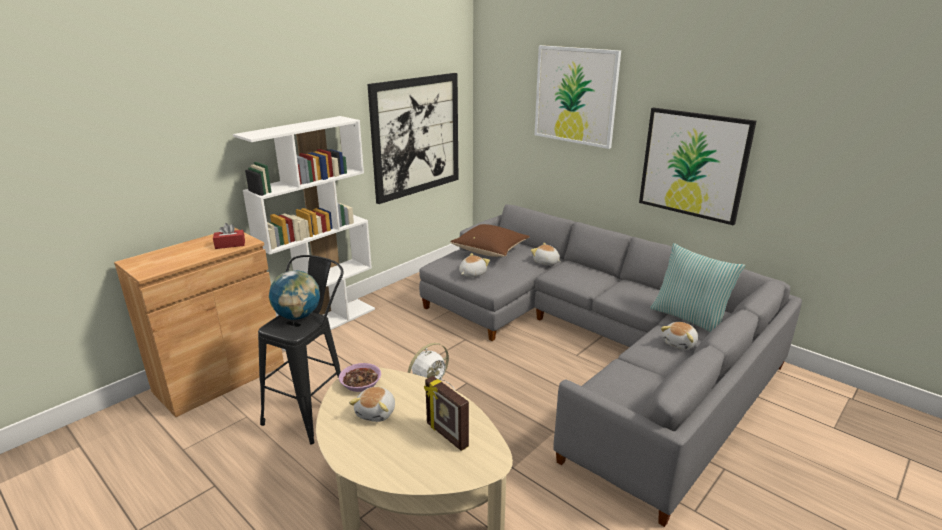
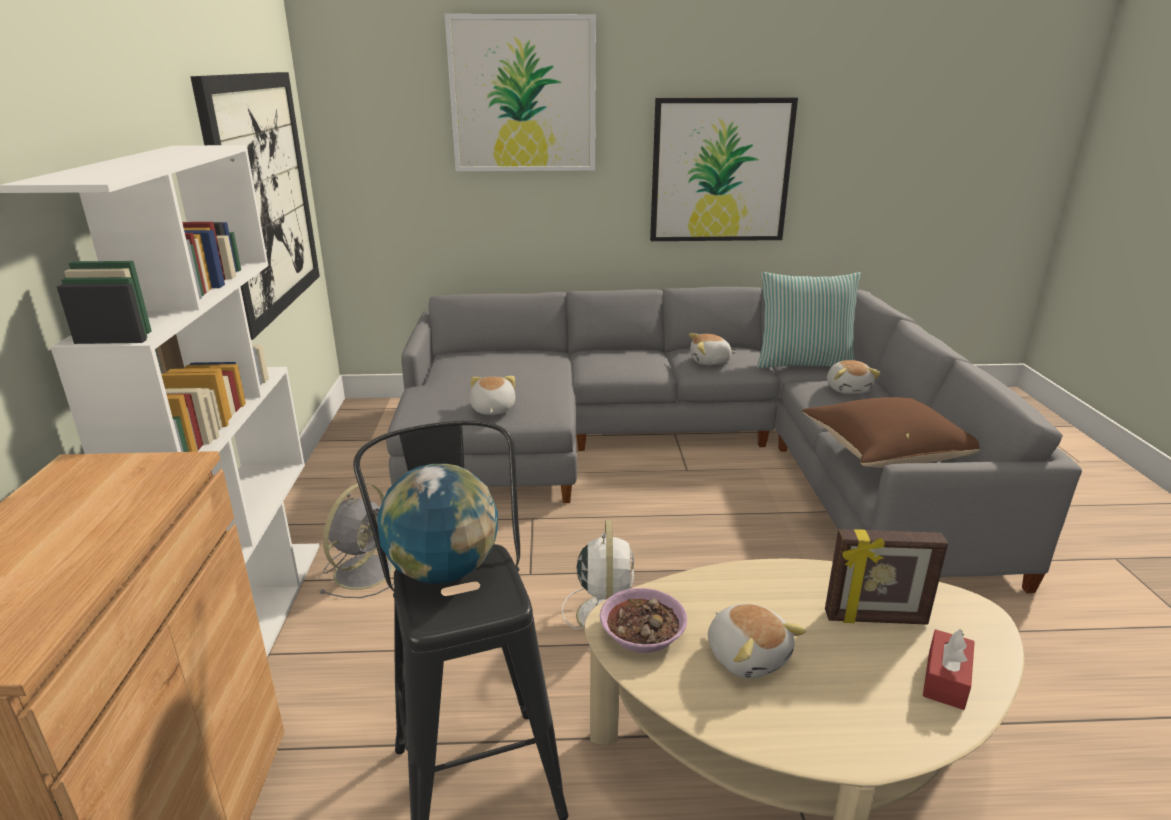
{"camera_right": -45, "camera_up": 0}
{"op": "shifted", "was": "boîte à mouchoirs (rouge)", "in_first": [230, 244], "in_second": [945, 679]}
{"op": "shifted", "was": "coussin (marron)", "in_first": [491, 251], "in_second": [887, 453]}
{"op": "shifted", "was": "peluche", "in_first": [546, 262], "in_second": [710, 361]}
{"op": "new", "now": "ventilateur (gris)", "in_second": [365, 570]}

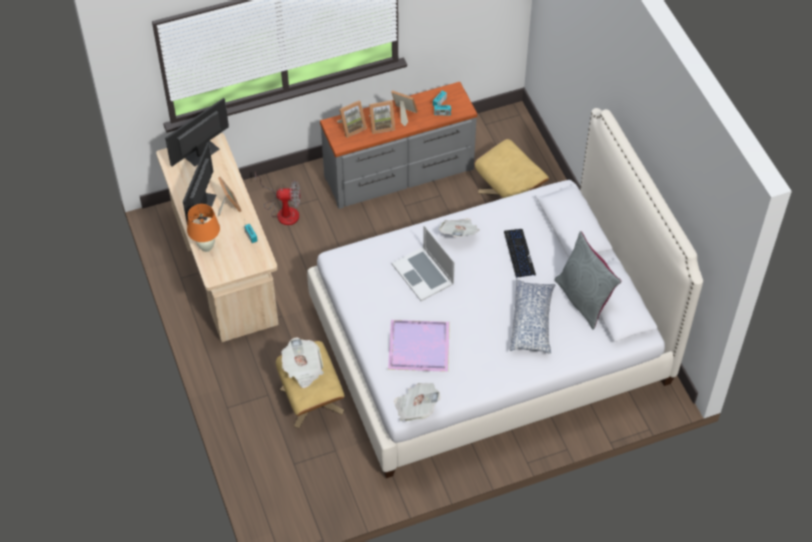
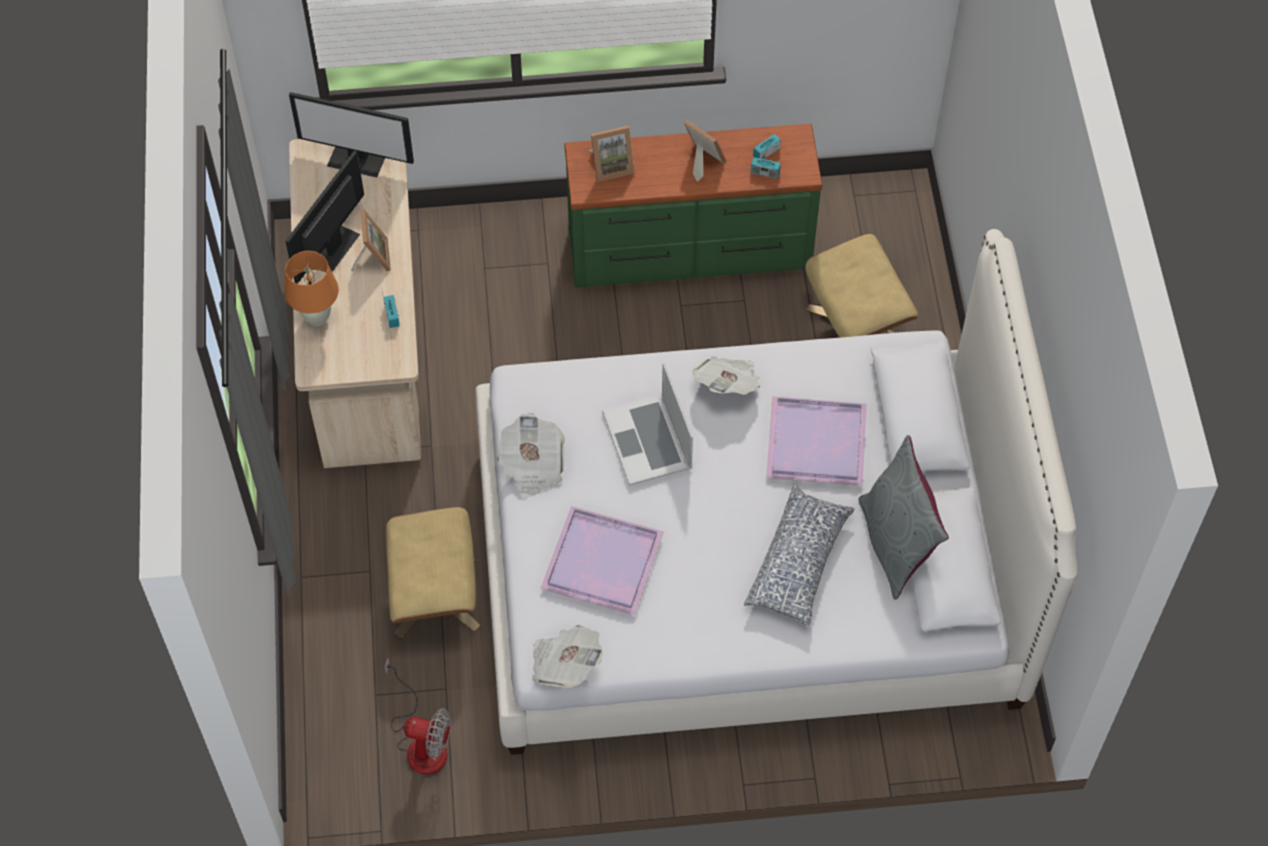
{"camera_right": 15, "camera_up": 5}
{"op": "repainted", "was": "commode (gris)", "now": "commode (vert)", "in_first": [399, 174], "in_second": [690, 250]}
{"op": "rotated", "was": "écran d'ordinateur", "in_first": [201, 153], "in_second": [358, 158], "clockwise": -135}
{"op": "gone", "was": "cadre photo", "in_first": [381, 125]}
{"op": "shifted", "was": "ventilateur", "in_first": [283, 211], "in_second": [421, 742]}
{"op": "swapped", "was": "clavier", "now": "plateau (violet)", "in_first": [519, 254], "in_second": [814, 441]}
{"op": "shifted", "was": "journal", "in_first": [303, 369], "in_second": [532, 466]}

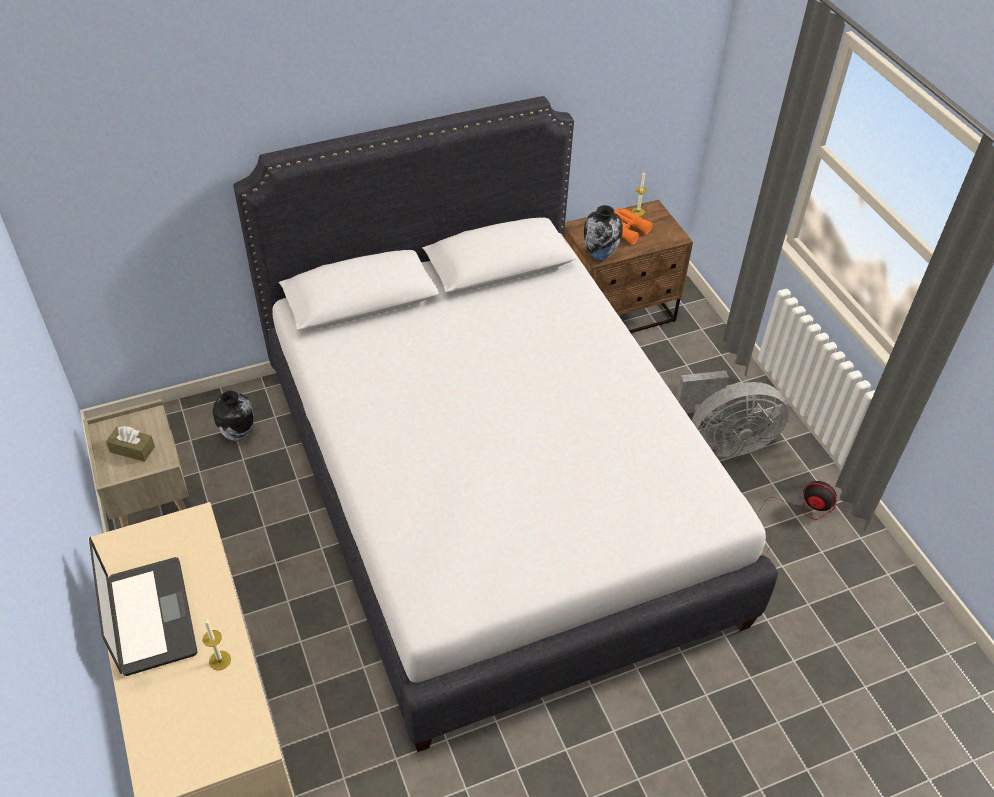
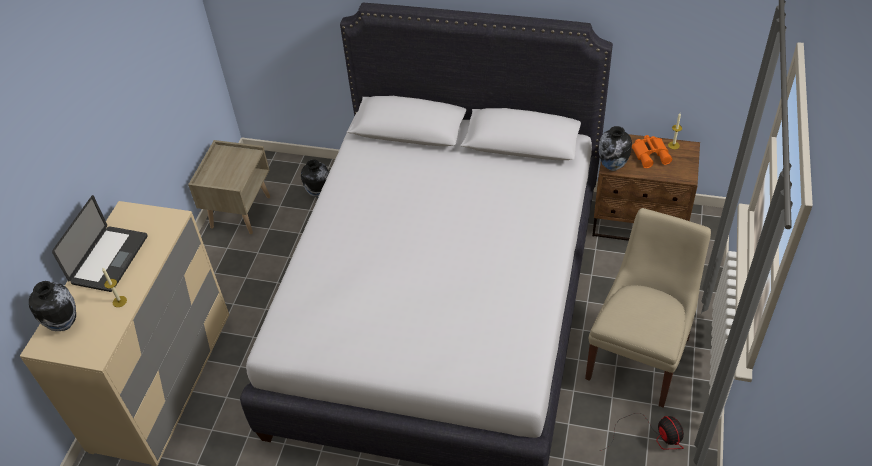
{"camera_right": 40, "camera_up": 0}
{"op": "swapped", "was": "ventilateur (gris)", "now": "chaise (beige)", "in_first": [723, 442], "in_second": [639, 355]}
{"op": "gone", "was": "boîte à mouchoirs (marron)", "in_first": [132, 449]}
{"op": "new", "now": "vase", "in_second": [64, 324]}

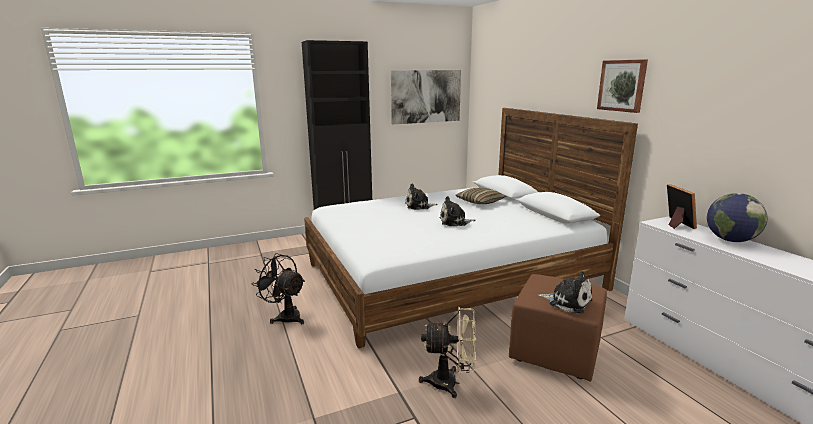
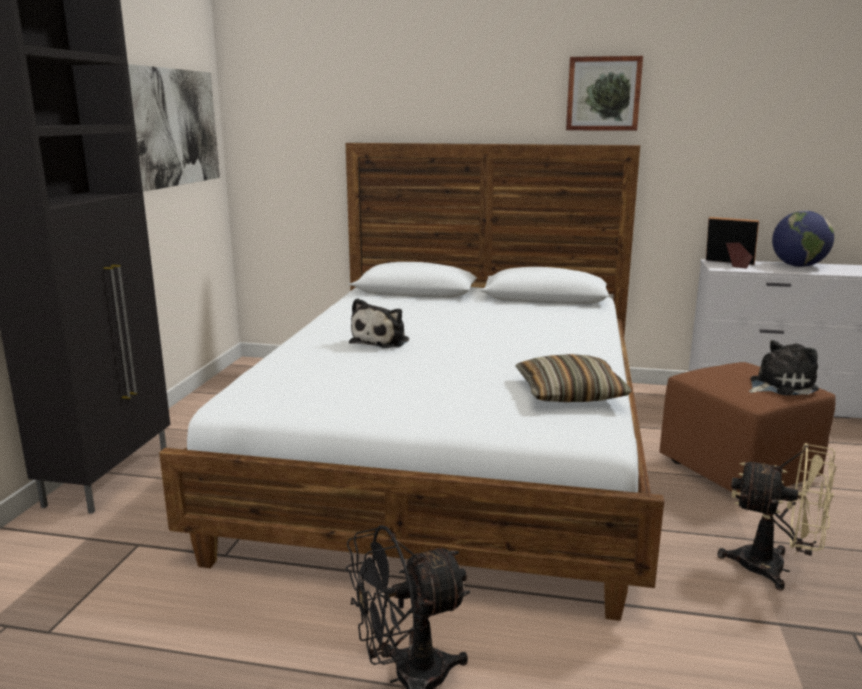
{"camera_right": -55, "camera_up": 0}
{"op": "shifted", "was": "coussin", "in_first": [480, 202], "in_second": [569, 393]}
{"op": "gone", "was": "peluche", "in_first": [455, 222]}
{"op": "rotated", "was": "ventilateur (beige)", "in_first": [451, 383], "in_second": [774, 569], "clockwise": 75}

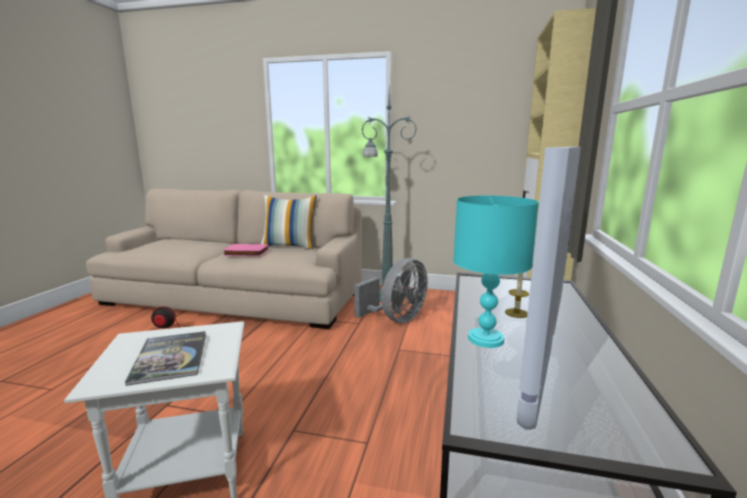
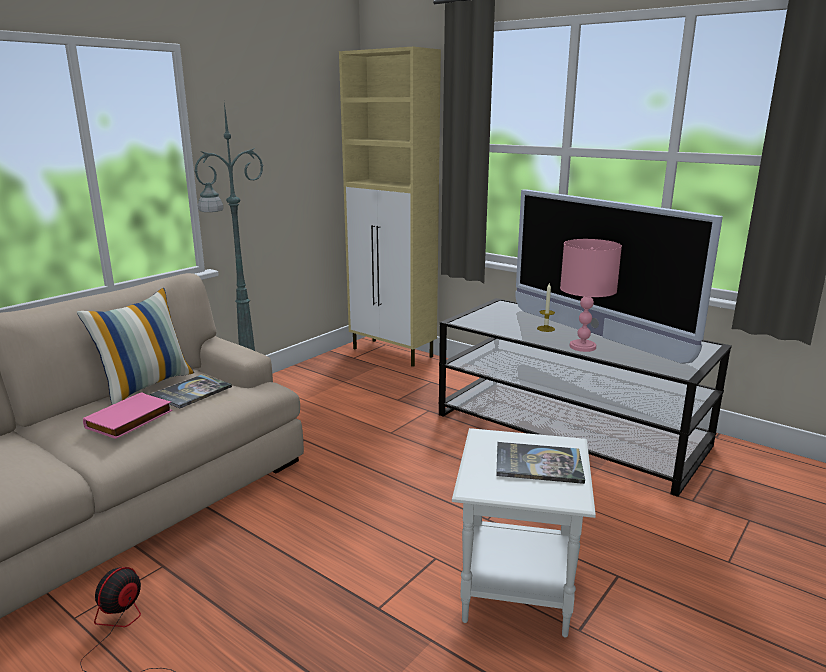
{"camera_right": -65, "camera_up": 5}
{"op": "repainted", "was": "lampe de table (turquoise)", "now": "lampe de table (rose)", "in_first": [485, 339], "in_second": [583, 347]}
{"op": "gone", "was": "ventilateur (gris)", "in_first": [396, 319]}
{"op": "new", "now": "livre", "in_second": [191, 392]}

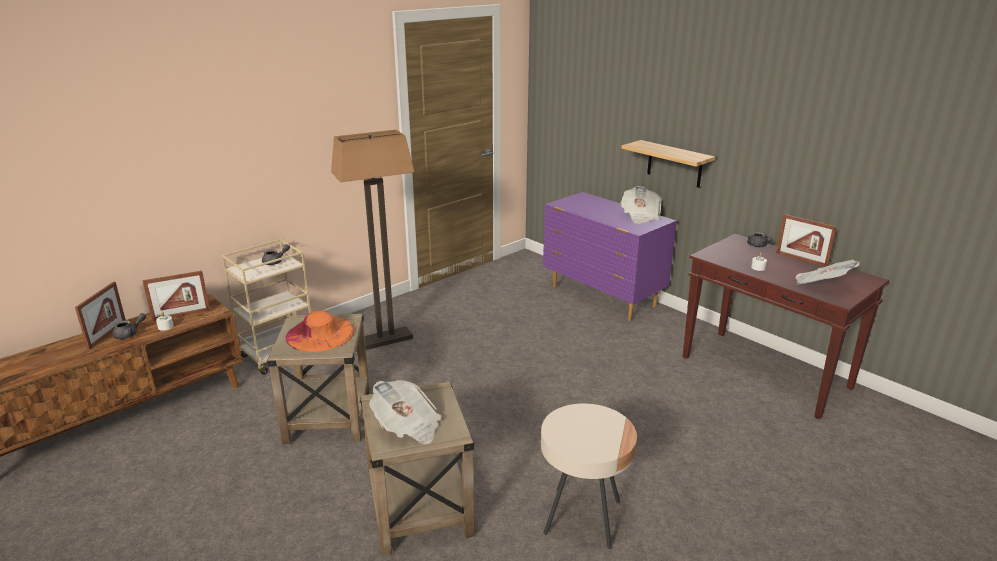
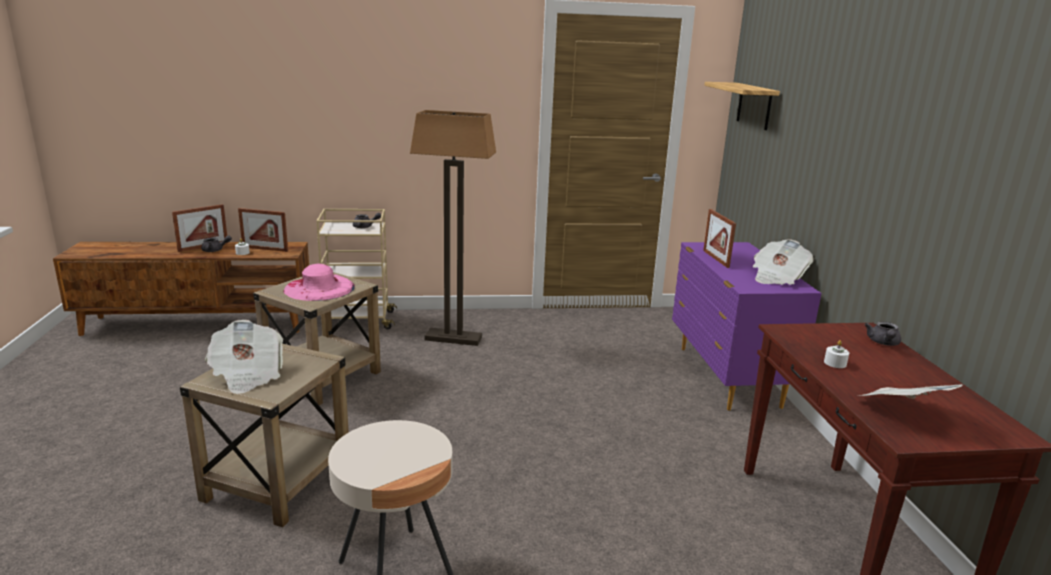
{"camera_right": 35, "camera_up": -5}
{"op": "shifted", "was": "étagère", "in_first": [674, 164], "in_second": [754, 106]}
{"op": "shifted", "was": "cadre photo", "in_first": [801, 259], "in_second": [715, 259]}
{"op": "repainted", "was": "chapeau (orange)", "now": "chapeau (rose)", "in_first": [320, 334], "in_second": [319, 288]}

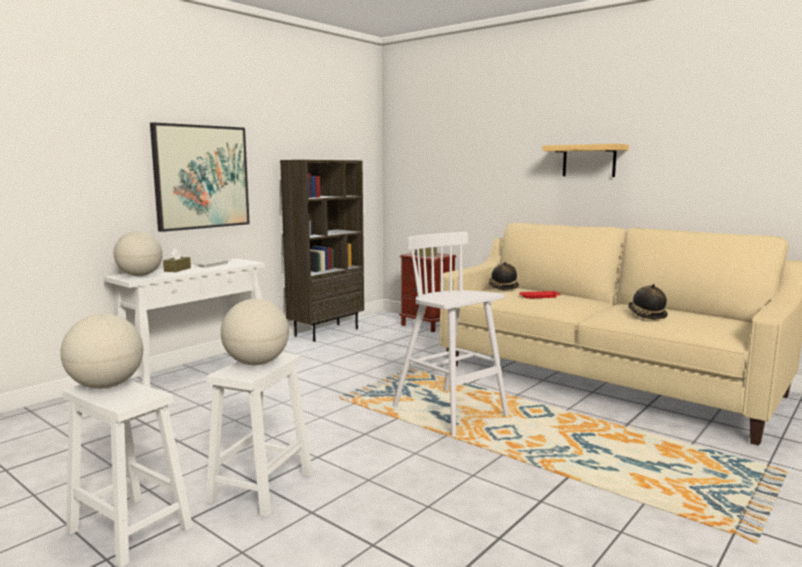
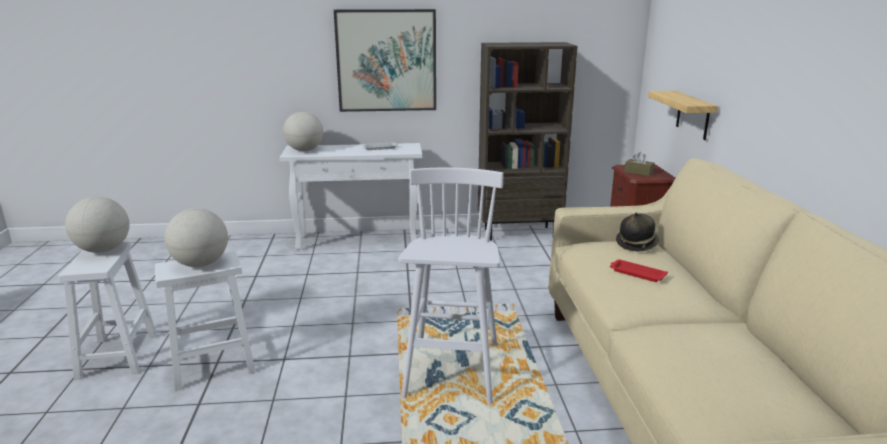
{"camera_right": 45, "camera_up": 10}
{"op": "shifted", "was": "étagère", "in_first": [589, 161], "in_second": [693, 115]}
{"op": "gone", "was": "boîte à mouchoirs (marron)", "in_first": [177, 269]}
{"op": "gone", "was": "chapeau", "in_first": [646, 315]}

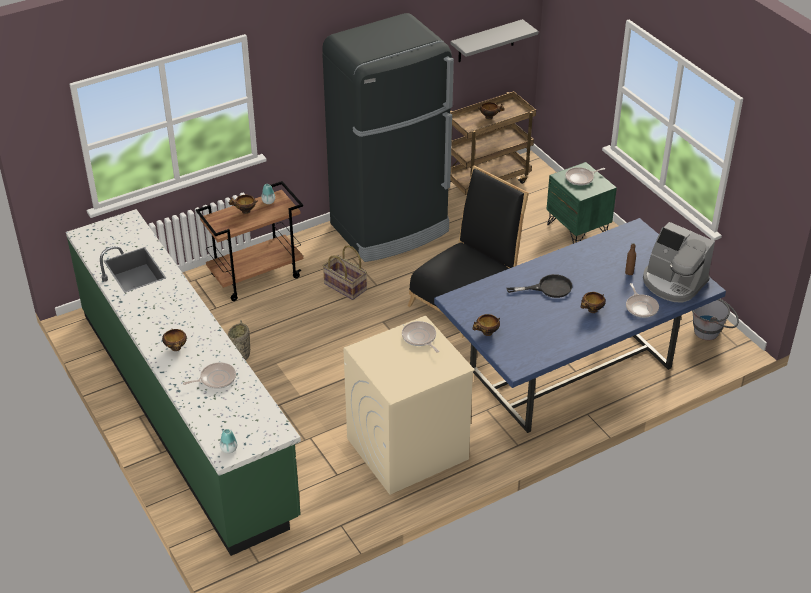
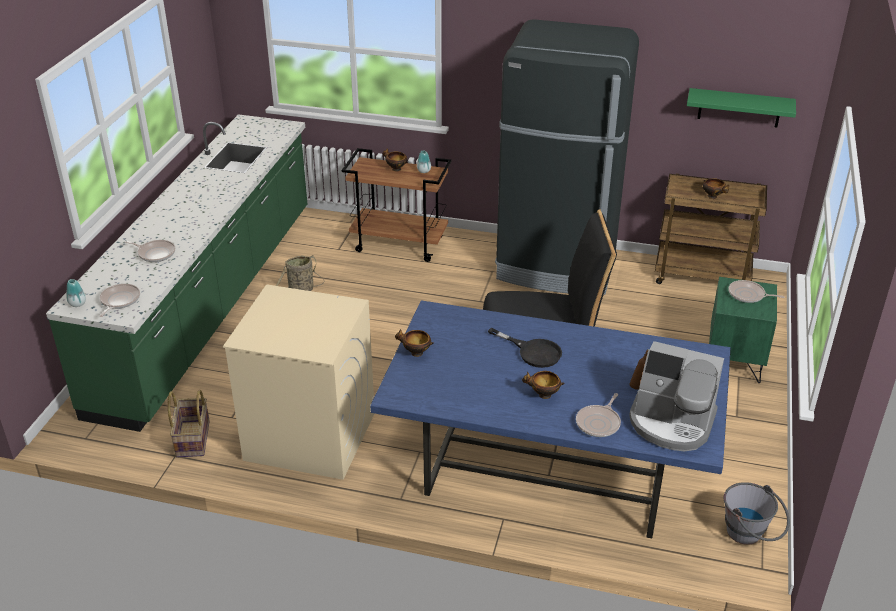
{"camera_right": 45, "camera_up": -5}
{"op": "repainted", "was": "étagère (gris)", "now": "étagère (vert)", "in_first": [486, 41], "in_second": [739, 108]}
{"op": "rotated", "was": "machine à café", "in_first": [673, 282], "in_second": [671, 423], "clockwise": -60}
{"op": "shifted", "was": "panier", "in_first": [344, 287], "in_second": [192, 439]}
{"op": "shifted", "was": "poêle", "in_first": [420, 338], "in_second": [119, 301]}
{"op": "gone", "was": "bol", "in_first": [176, 348]}

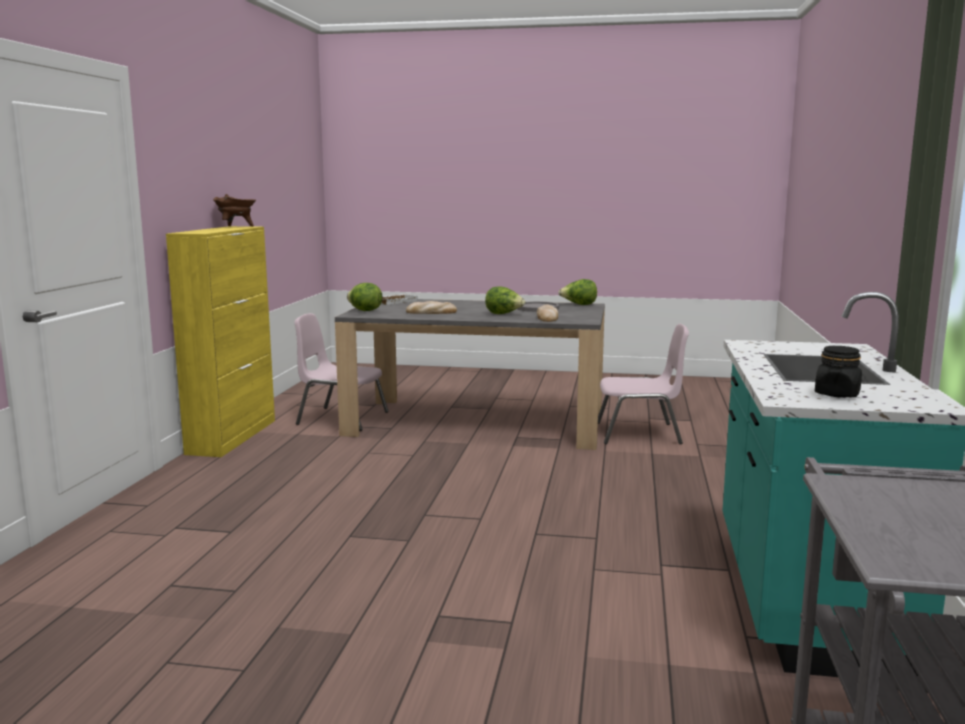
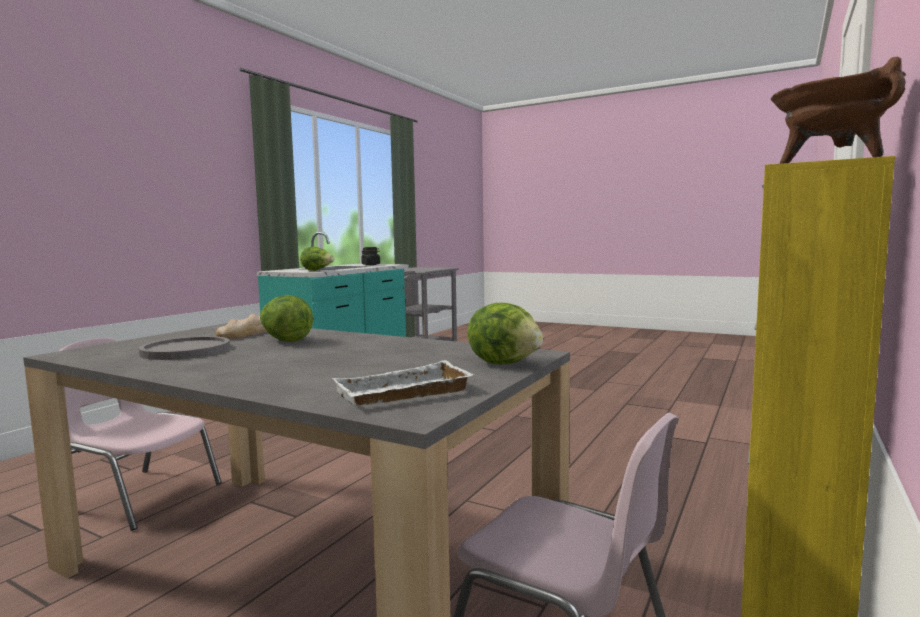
{"camera_right": -160, "camera_up": -5}
{"op": "shifted", "was": "laitue", "in_first": [579, 305], "in_second": [317, 270]}
{"op": "gone", "was": "pain", "in_first": [431, 312]}

